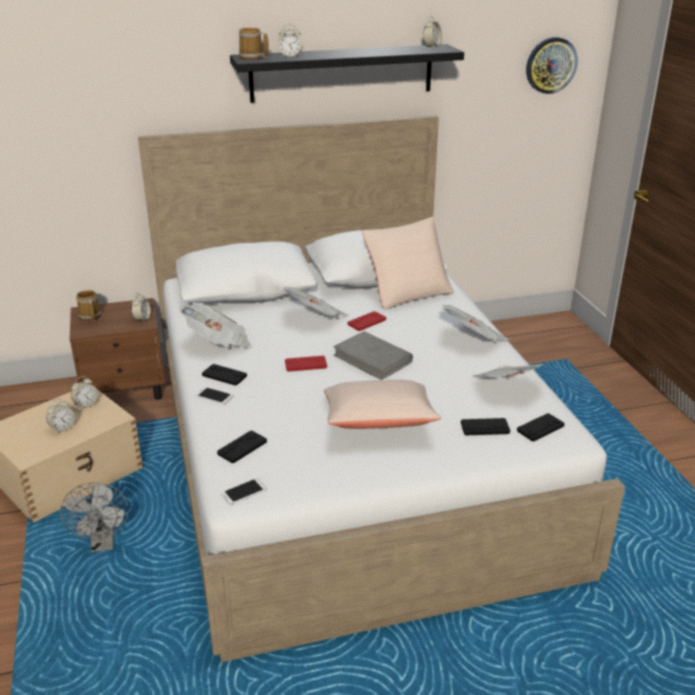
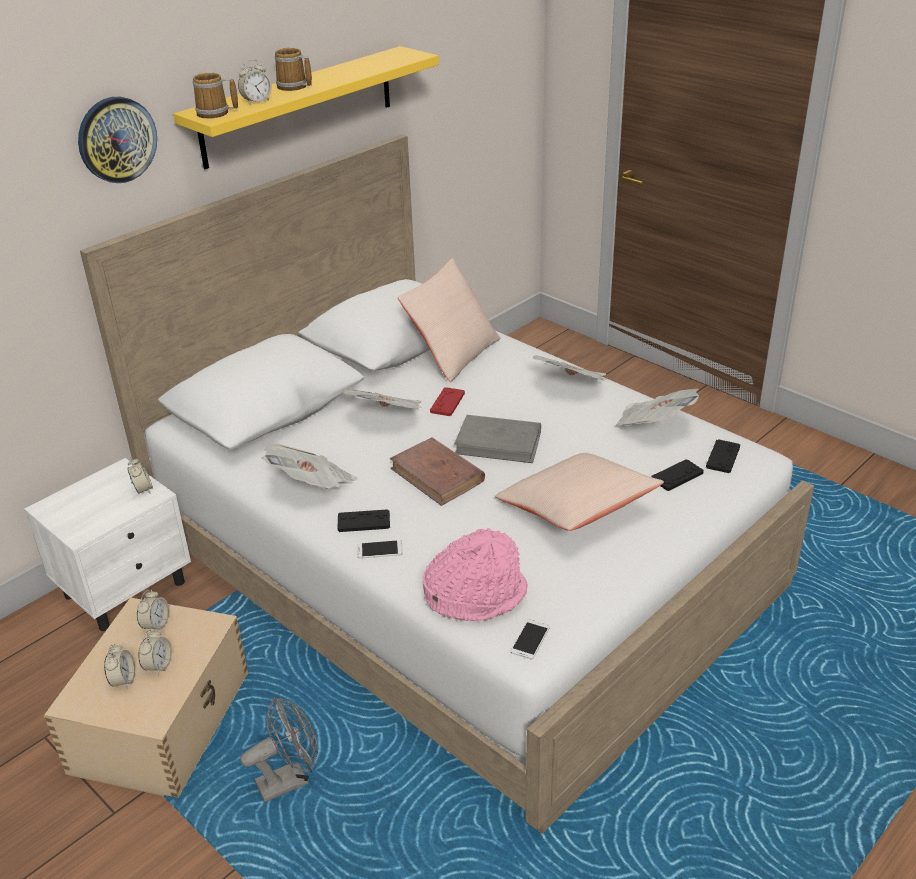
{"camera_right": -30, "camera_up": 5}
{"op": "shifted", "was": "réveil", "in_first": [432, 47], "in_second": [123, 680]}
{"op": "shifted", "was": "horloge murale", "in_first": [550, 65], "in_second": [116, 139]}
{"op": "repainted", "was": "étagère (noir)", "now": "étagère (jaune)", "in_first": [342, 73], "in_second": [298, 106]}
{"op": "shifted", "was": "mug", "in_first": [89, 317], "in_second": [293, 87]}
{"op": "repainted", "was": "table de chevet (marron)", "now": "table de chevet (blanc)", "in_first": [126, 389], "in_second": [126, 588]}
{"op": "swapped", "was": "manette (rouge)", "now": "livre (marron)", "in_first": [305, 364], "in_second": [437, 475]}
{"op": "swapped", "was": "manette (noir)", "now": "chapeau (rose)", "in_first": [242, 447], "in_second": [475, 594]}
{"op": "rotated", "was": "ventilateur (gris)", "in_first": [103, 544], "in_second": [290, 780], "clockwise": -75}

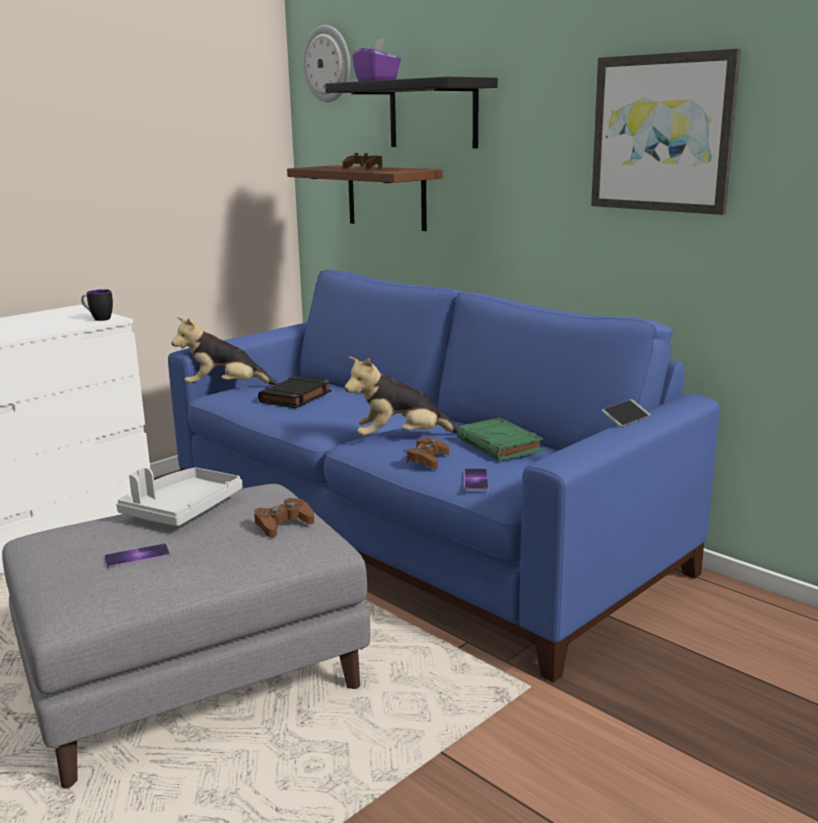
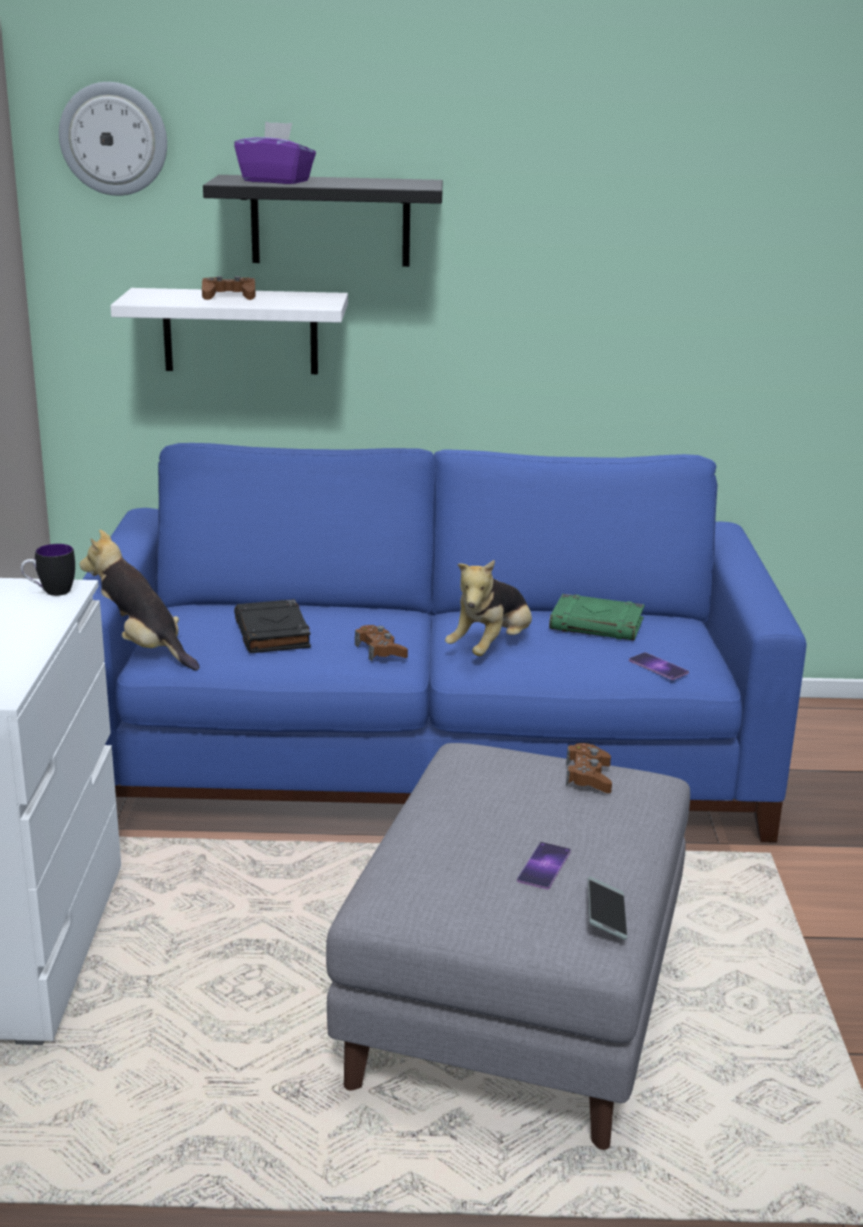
{"camera_right": -45, "camera_up": 5}
{"op": "gone", "was": "tableau", "in_first": [662, 133]}
{"op": "repainted", "was": "étagère (marron)", "now": "étagère (blanc)", "in_first": [386, 197], "in_second": [240, 331]}
{"op": "rotated", "was": "peluche", "in_first": [225, 388], "in_second": [142, 648], "clockwise": 90}
{"op": "shifted", "was": "téléphone", "in_first": [625, 418], "in_second": [606, 915]}
{"op": "shifted", "was": "manette (marron)", "in_first": [427, 459], "in_second": [380, 650]}
{"op": "gone", "was": "plateau (gris)", "in_first": [182, 510]}

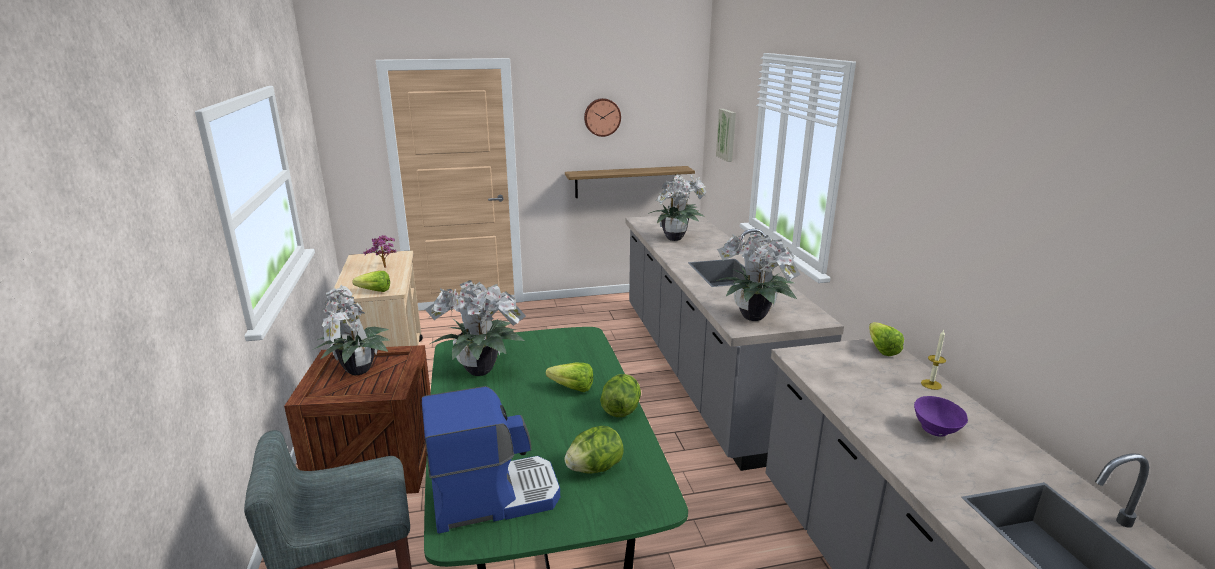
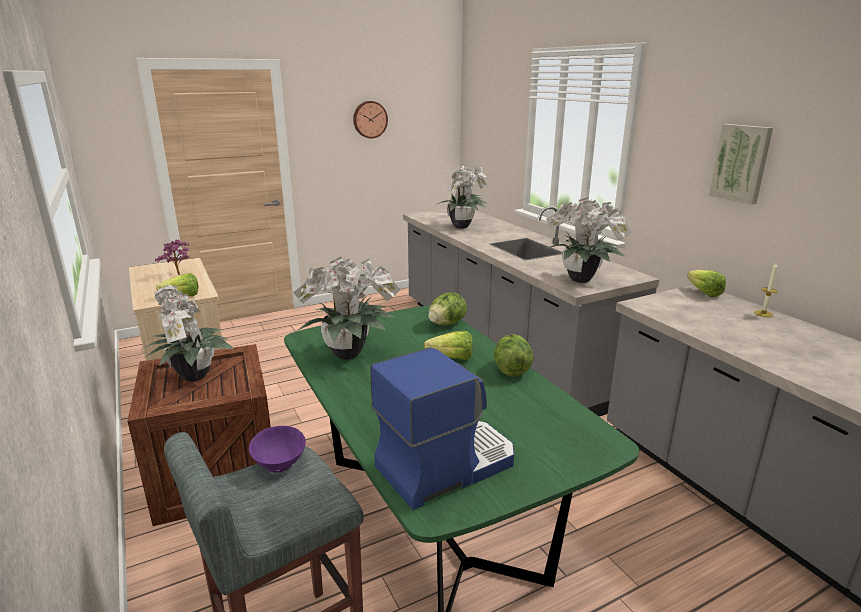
{"camera_right": -15, "camera_up": 0}
{"op": "shifted", "was": "tableau", "in_first": [727, 135], "in_second": [741, 163]}
{"op": "gone", "was": "étagère", "in_first": [626, 182]}
{"op": "shifted", "was": "bol (violet)", "in_first": [935, 430], "in_second": [279, 465]}
{"op": "shifted", "was": "laitue", "in_first": [595, 468], "in_second": [446, 324]}

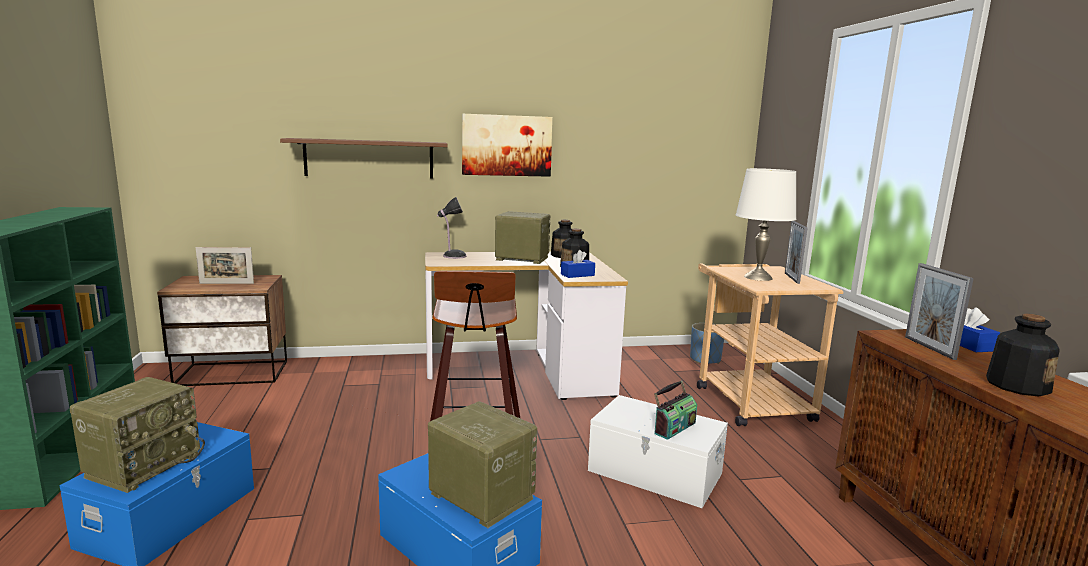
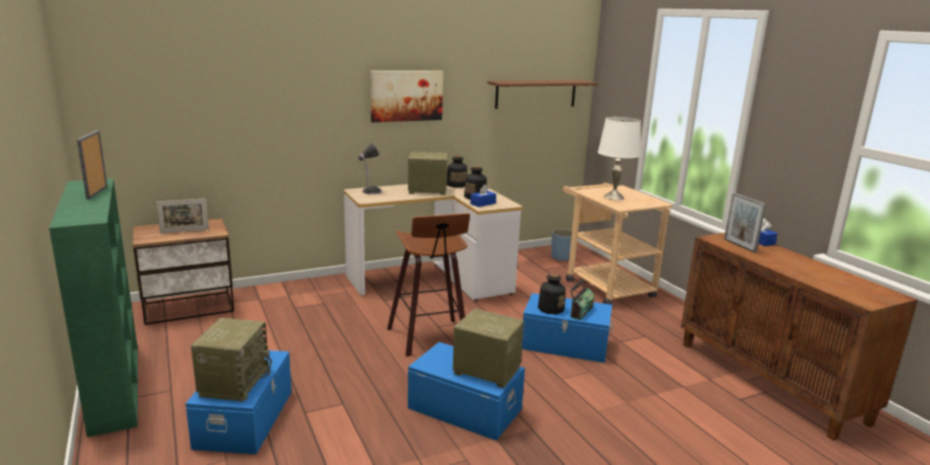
{"camera_right": -15, "camera_up": 5}
{"op": "shifted", "was": "étagère (marron)", "in_first": [369, 158], "in_second": [536, 94]}
{"op": "shifted", "was": "cadre photo", "in_first": [791, 278], "in_second": [97, 192]}
{"op": "shifted", "was": "bouteille", "in_first": [1016, 385], "in_second": [550, 308]}
{"op": "repainted", "was": "boîte de rangement (blanc)", "now": "boîte de rangement (bleu)", "in_first": [655, 473], "in_second": [565, 344]}

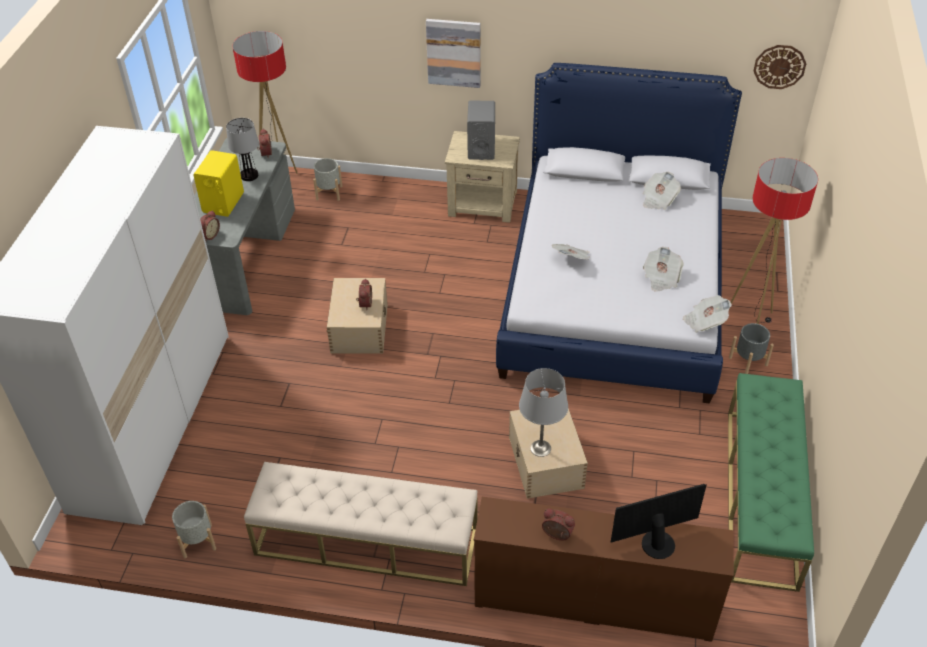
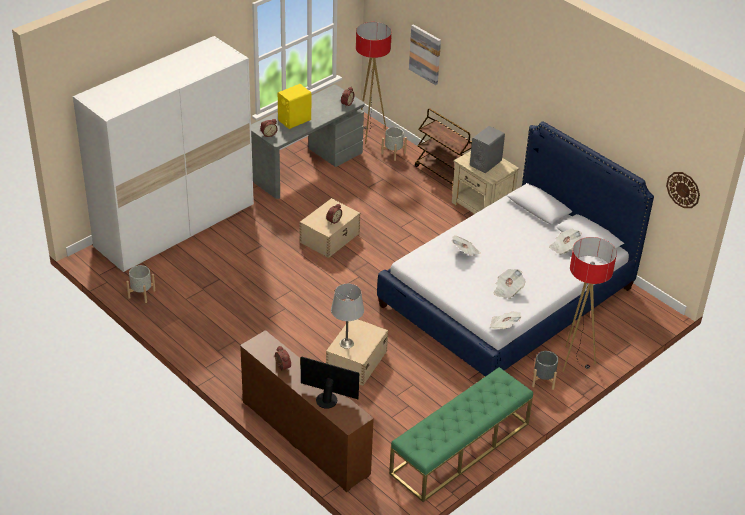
{"camera_right": 35, "camera_up": -5}
{"op": "shifted", "was": "tableau", "in_first": [454, 52], "in_second": [425, 54]}
{"op": "gone", "was": "lampe de table", "in_first": [249, 176]}
{"op": "gone", "was": "banc (beige)", "in_first": [366, 542]}
{"op": "new", "now": "chariot (marron)", "in_second": [444, 174]}

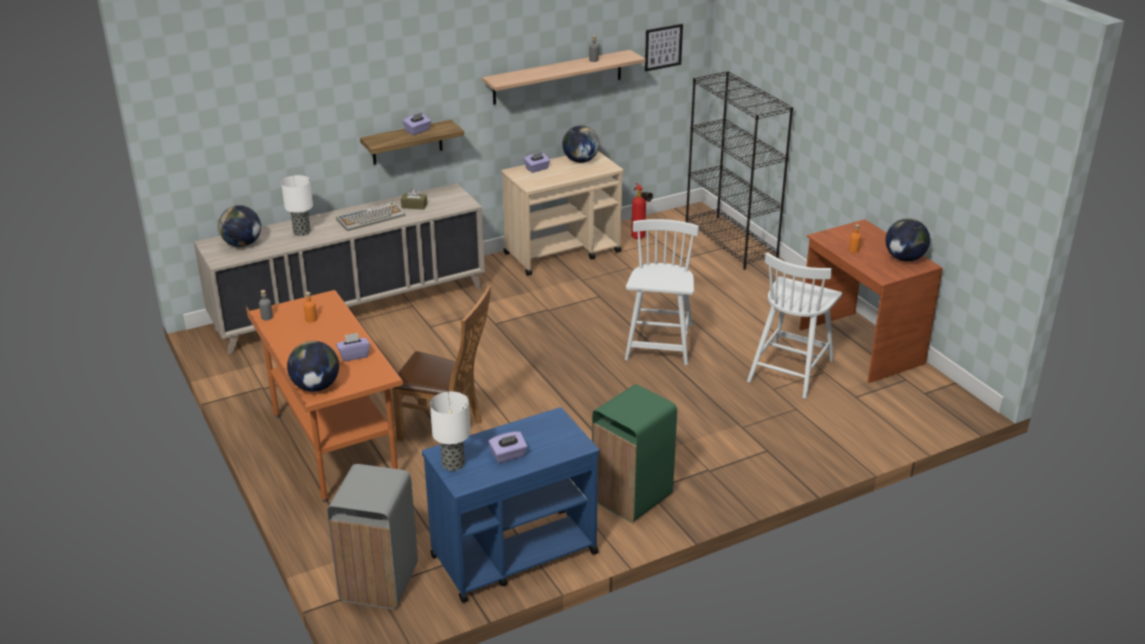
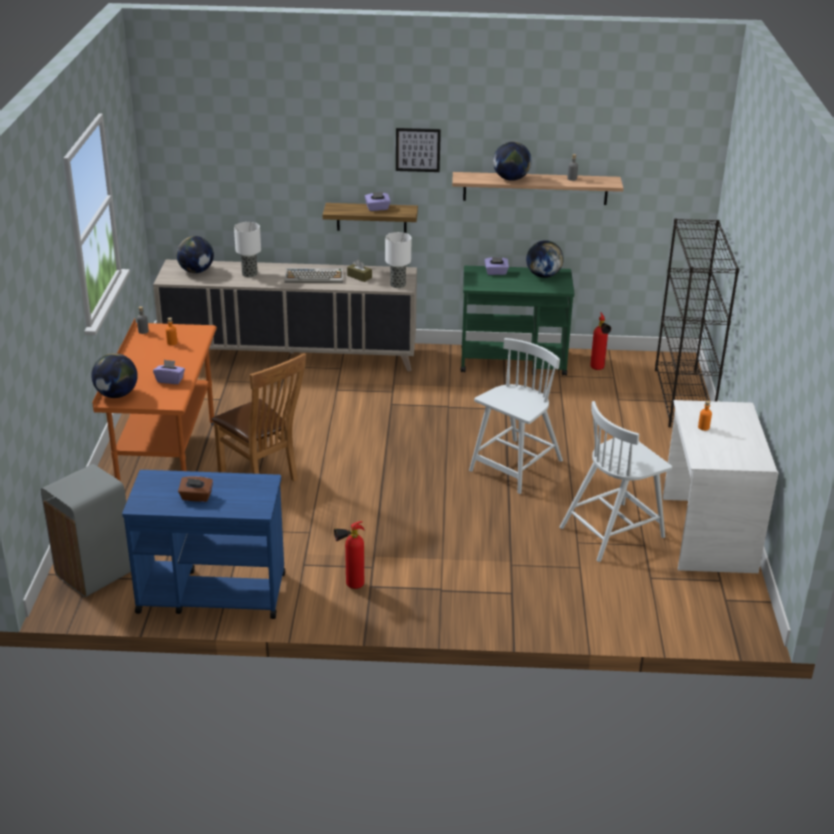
{"camera_right": 30, "camera_up": 0}
{"op": "shifted", "was": "tableau", "in_first": [663, 47], "in_second": [418, 149]}
{"op": "repainted", "was": "chariot (beige)", "now": "chariot (vert)", "in_first": [563, 253], "in_second": [513, 362]}
{"op": "shifted", "was": "globe", "in_first": [904, 258], "in_second": [511, 179]}
{"op": "repainted", "was": "bureau (marron)", "now": "bureau (blanc)", "in_first": [859, 346], "in_second": [706, 534]}
{"op": "swapped", "was": "poubelle (vert)", "now": "extincteur", "in_first": [631, 497], "in_second": [350, 586]}
{"op": "shifted", "was": "lampe de table", "in_first": [453, 463], "in_second": [398, 284]}
{"op": "repainted", "was": "boîte à mouchoirs (violet)", "now": "boîte à mouchoirs (marron)", "in_first": [508, 455], "in_second": [196, 497]}

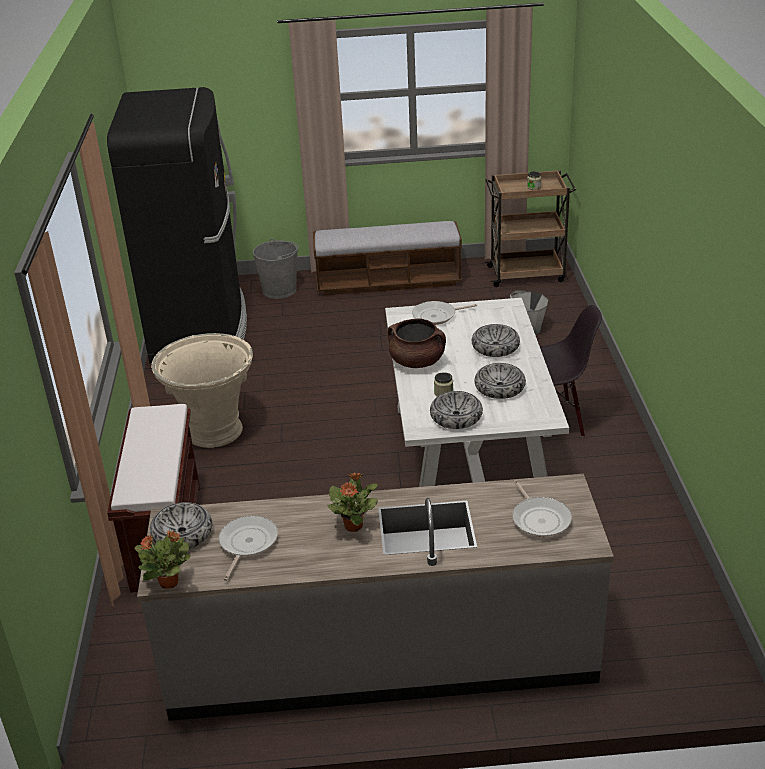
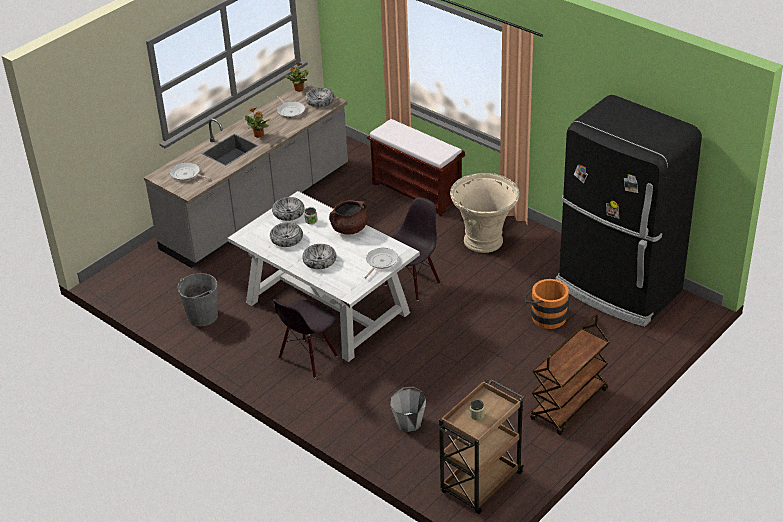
{"camera_right": 135, "camera_up": 5}
{"op": "swapped", "was": "banc", "now": "chariot (marron)", "in_first": [388, 282], "in_second": [569, 405]}
{"op": "shifted", "was": "seau (gris)", "in_first": [279, 290], "in_second": [202, 316]}
{"op": "new", "now": "chaise (noir)", "in_second": [412, 283]}
{"op": "new", "now": "seau (orange)", "in_second": [545, 316]}

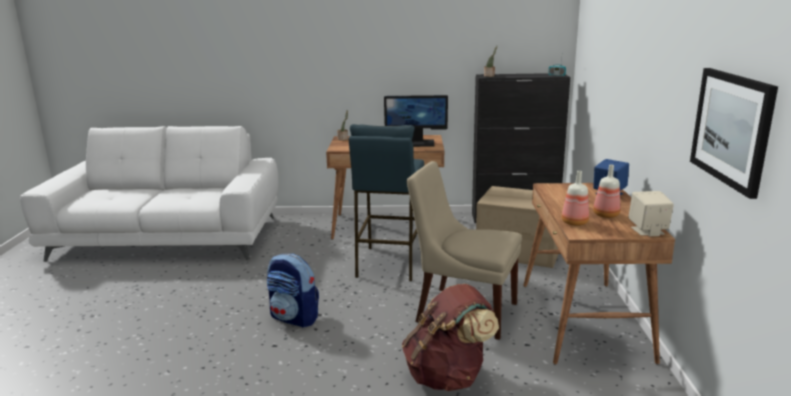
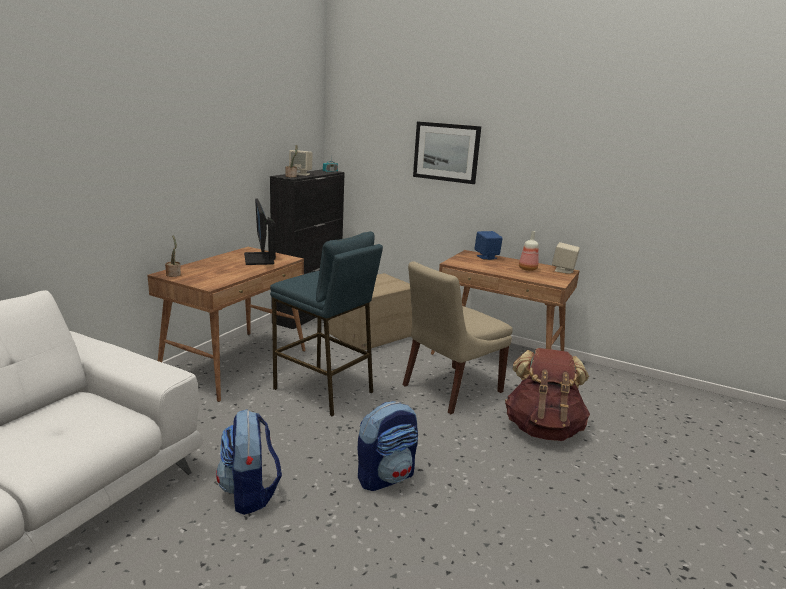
{"camera_right": -65, "camera_up": 0}
{"op": "shifted", "was": "tableau", "in_first": [731, 128], "in_second": [446, 152]}
{"op": "rotated", "was": "écran d'ordinateur", "in_first": [416, 143], "in_second": [260, 259], "clockwise": 135}
{"op": "gone", "was": "bouteille", "in_first": [574, 223]}
{"op": "new", "now": "enceinte (beige)", "in_second": [301, 174]}
{"op": "new", "now": "sac à dos", "in_second": [250, 493]}

